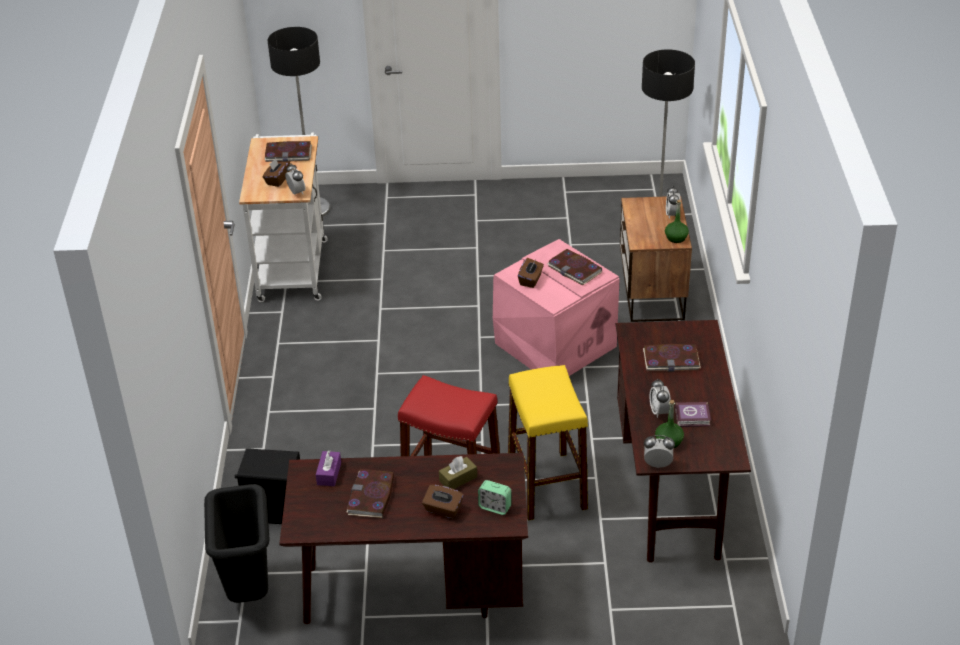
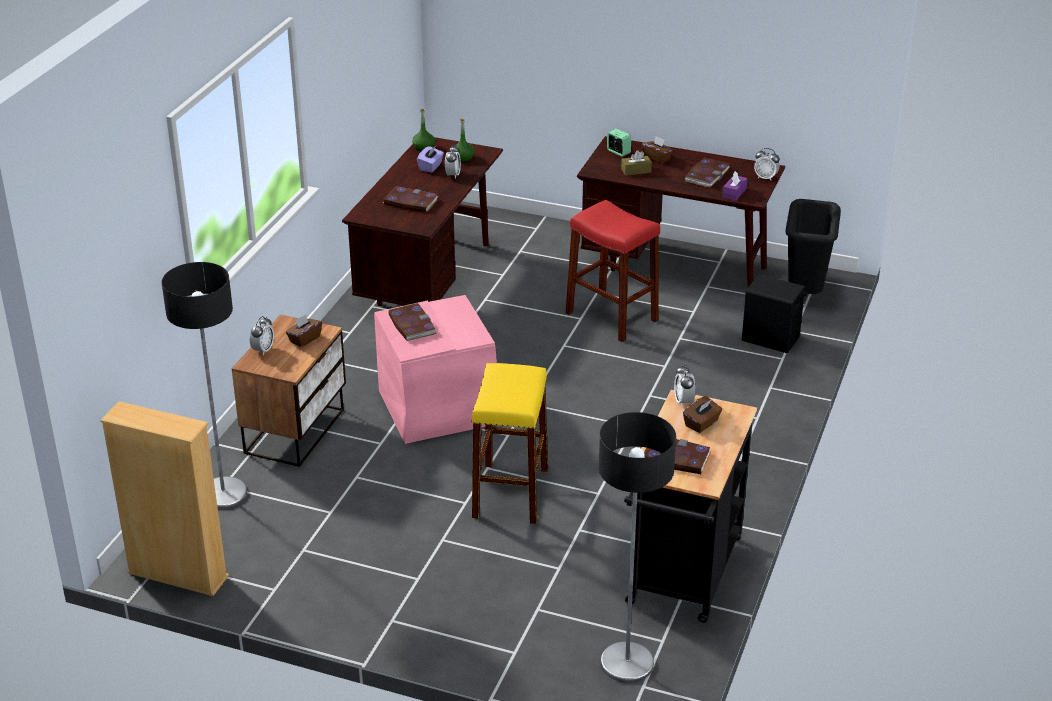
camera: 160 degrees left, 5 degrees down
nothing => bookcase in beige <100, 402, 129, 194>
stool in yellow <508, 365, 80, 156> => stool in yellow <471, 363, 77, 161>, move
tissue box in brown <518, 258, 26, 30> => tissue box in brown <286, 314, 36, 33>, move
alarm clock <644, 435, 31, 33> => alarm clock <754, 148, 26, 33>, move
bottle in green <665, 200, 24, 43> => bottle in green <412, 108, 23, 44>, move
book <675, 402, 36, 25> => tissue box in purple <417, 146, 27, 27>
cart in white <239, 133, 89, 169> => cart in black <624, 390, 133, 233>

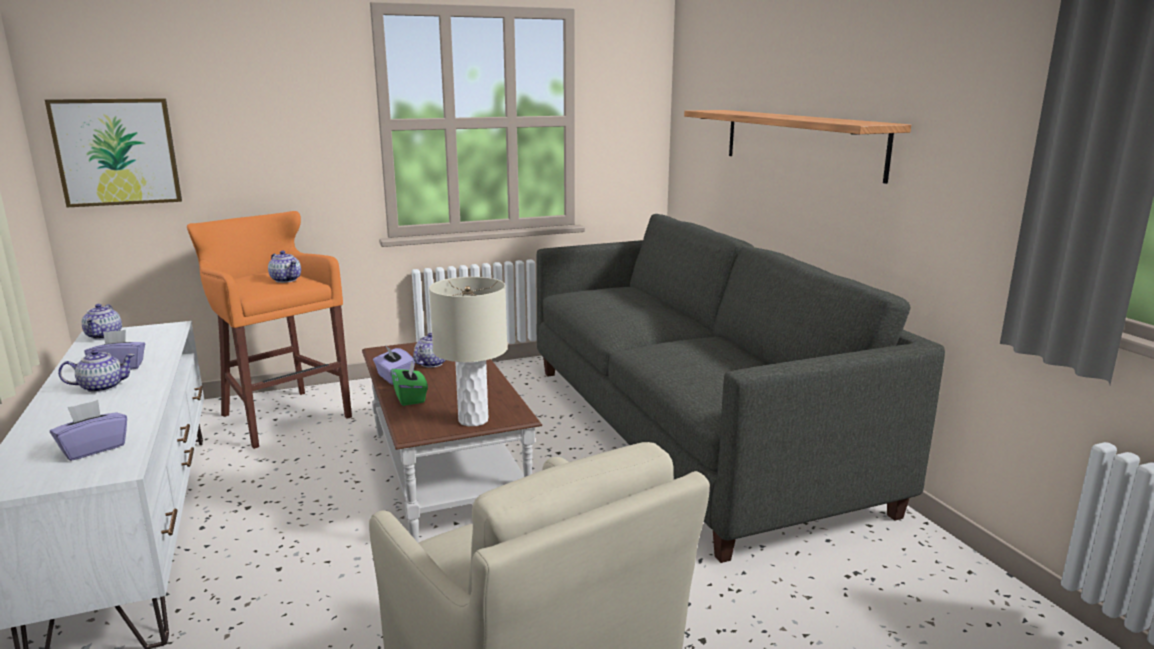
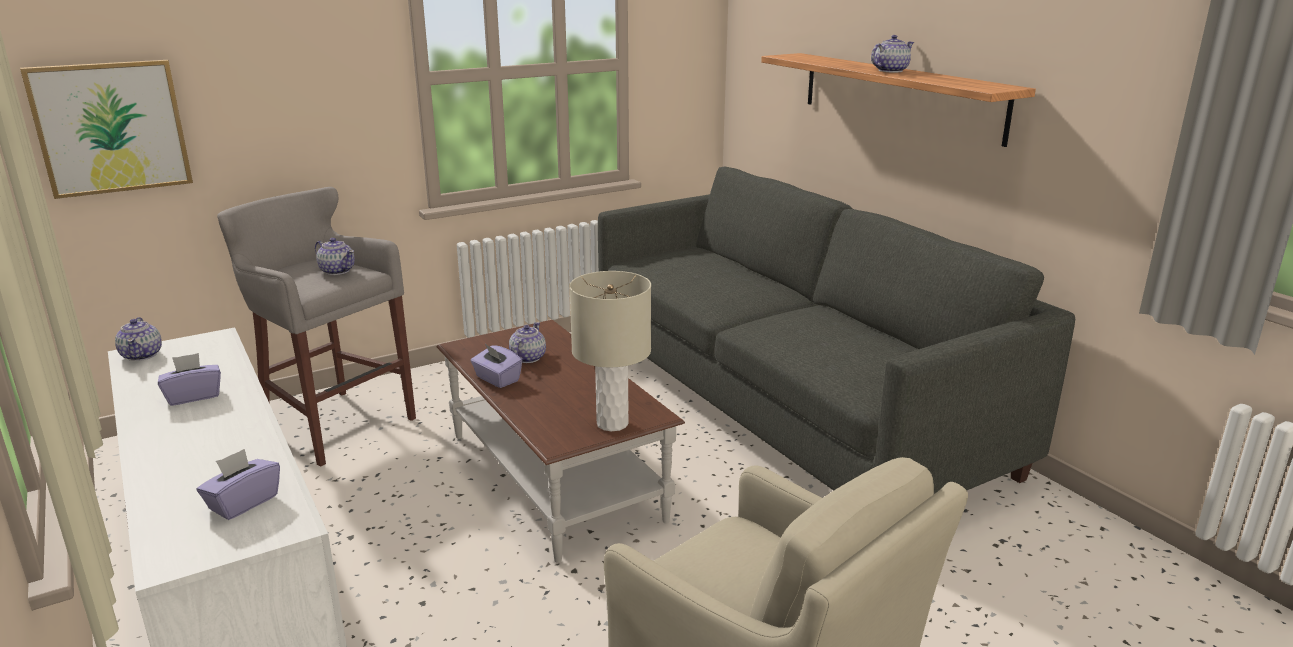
camera: 10 degrees left, 5 degrees up
tissue box in green <391, 362, 37, 44> => nothing
teapot <58, 350, 77, 43> => teapot <871, 35, 43, 38>, move
stool in orange <187, 211, 165, 238> => stool in grey <217, 187, 199, 280>

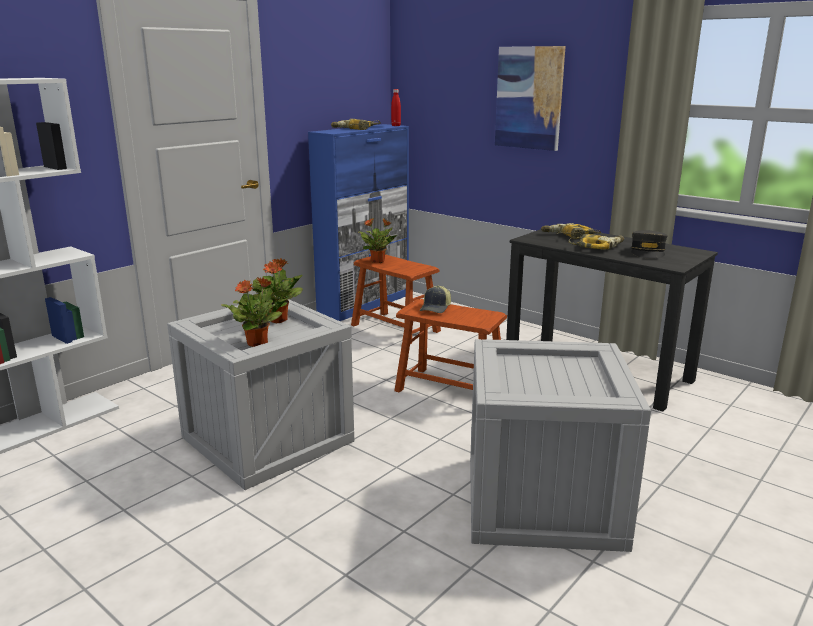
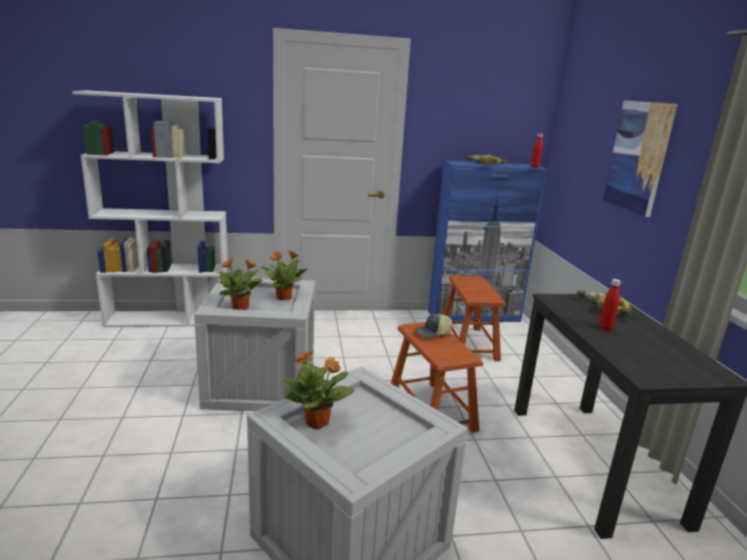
camera: 40 degrees right, 0 degrees up
cap in grey <631, 230, 36, 29> => nothing
potted plant <359, 218, 38, 45> => potted plant <281, 350, 73, 79>, move
power drill <568, 234, 56, 16> => bottle in red <599, 279, 22, 52>

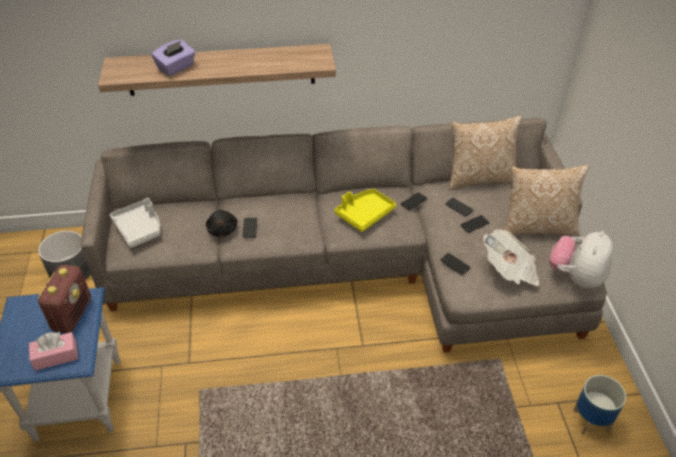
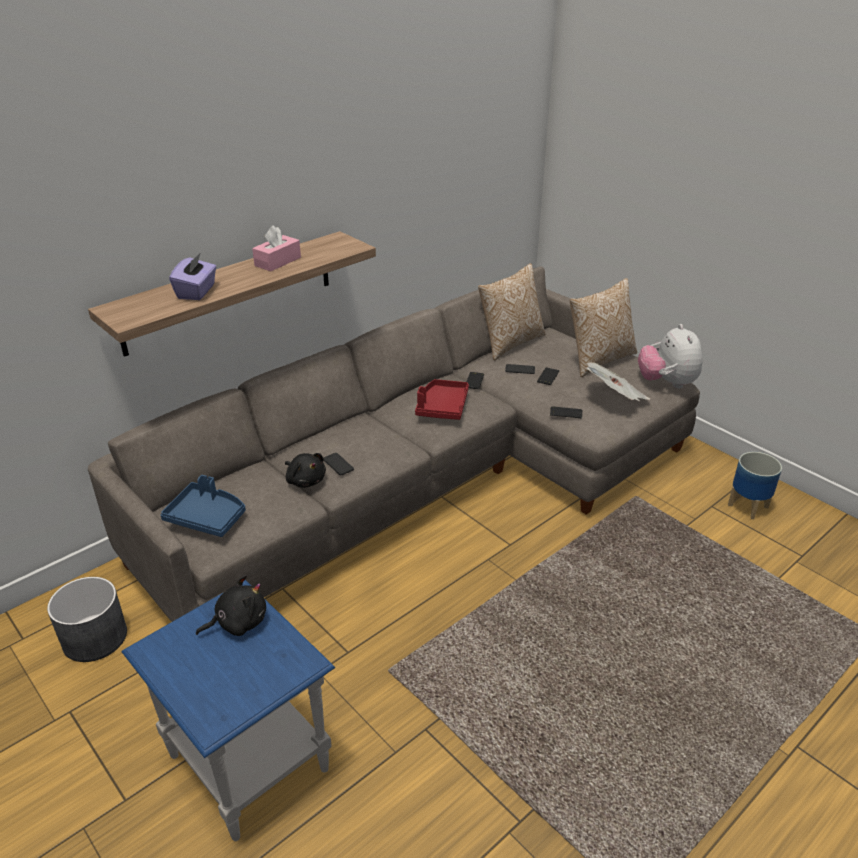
camera: 35 degrees left, 10 degrees down
tissue box in pink <29, 332, 49, 39> => tissue box in pink <252, 225, 49, 46>, move
radio <38, 265, 53, 68> => plush toy in black <196, 575, 70, 61>
tray in grey <110, 198, 51, 50> => tray in blue <161, 475, 85, 62>
tray in yellow <334, 189, 62, 43> => tray in red <415, 379, 54, 41>

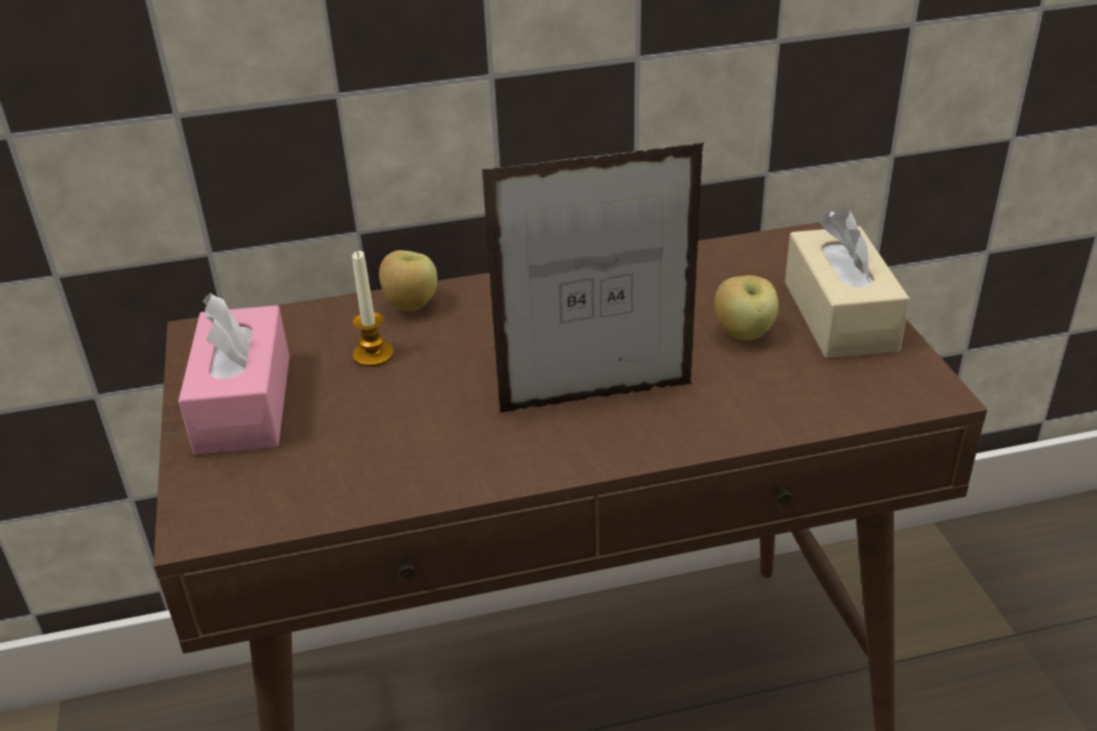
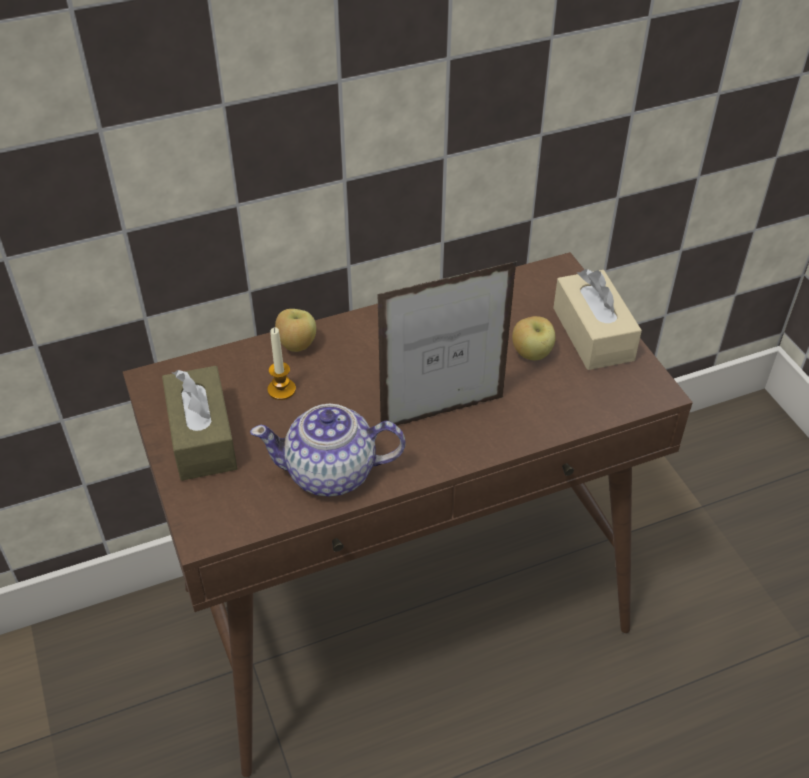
camera: 10 degrees left, 10 degrees up
nothing => teapot <250, 404, 155, 93>
tissue box in pink <178, 293, 112, 162> => tissue box in brown <162, 366, 76, 115>

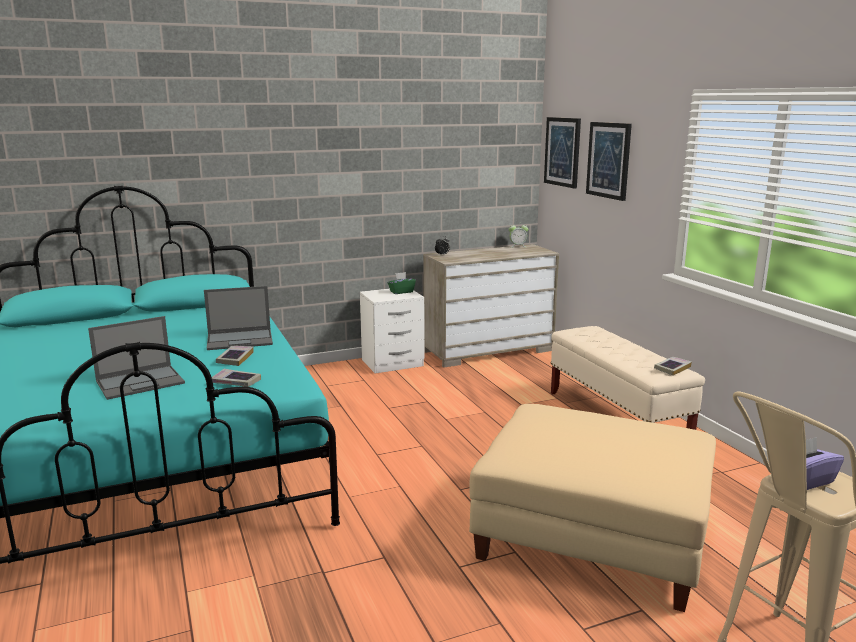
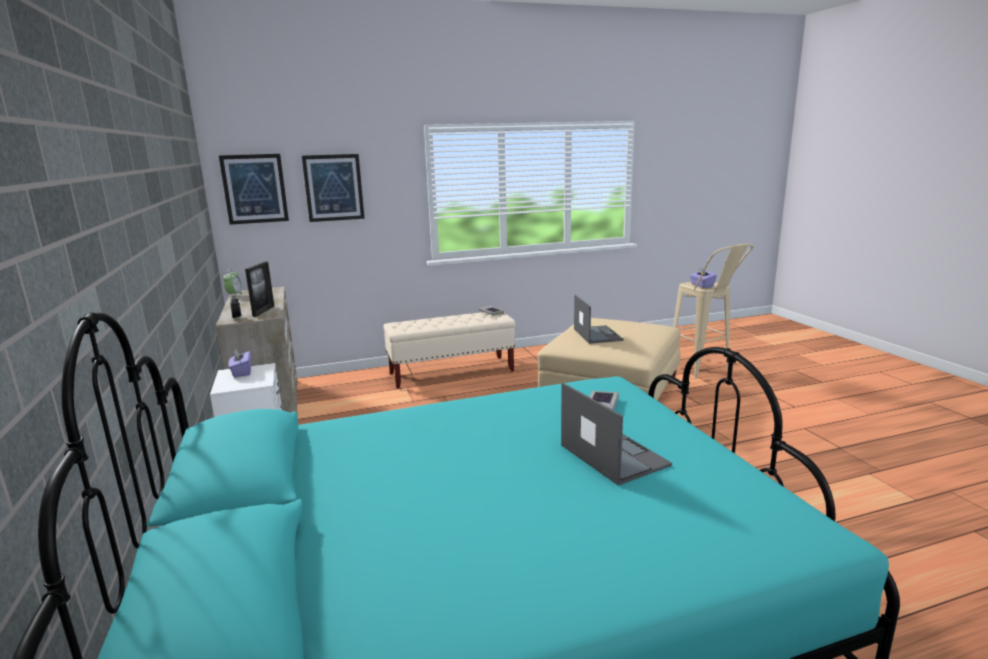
camera: 85 degrees left, 0 degrees up
book <216, 346, 38, 20> => nothing
nothing => picture frame <245, 261, 30, 56>
laptop <204, 286, 69, 64> => laptop <574, 295, 50, 49>, move
tissue box in green <388, 272, 28, 22> => tissue box in purple <229, 348, 22, 29>

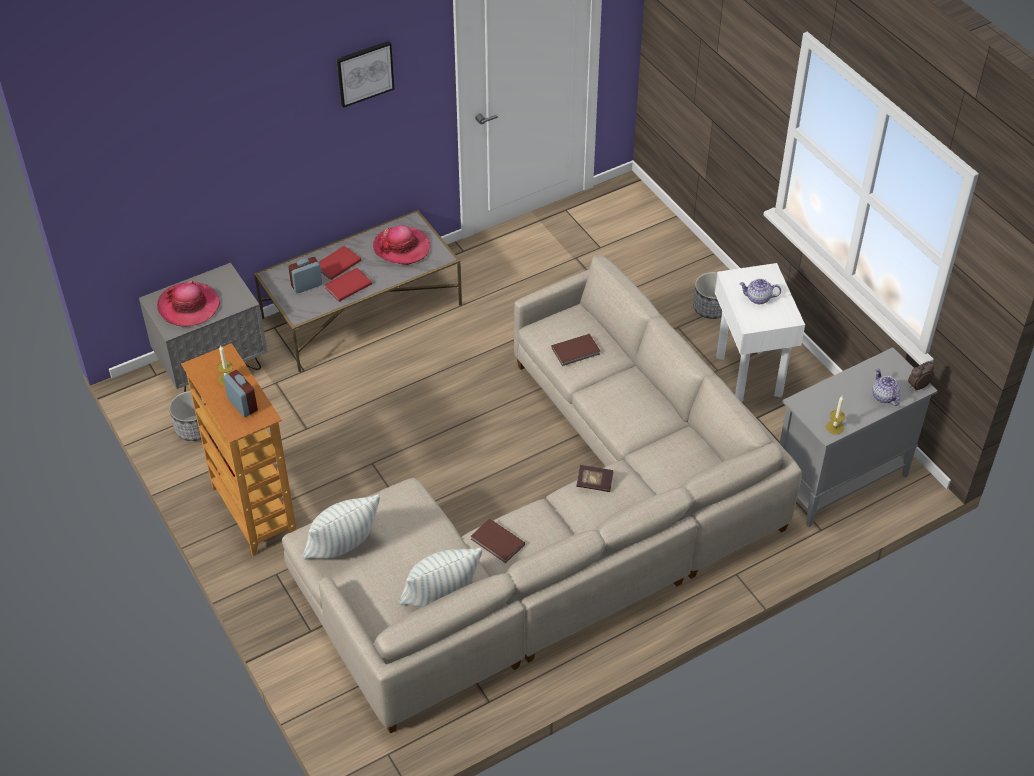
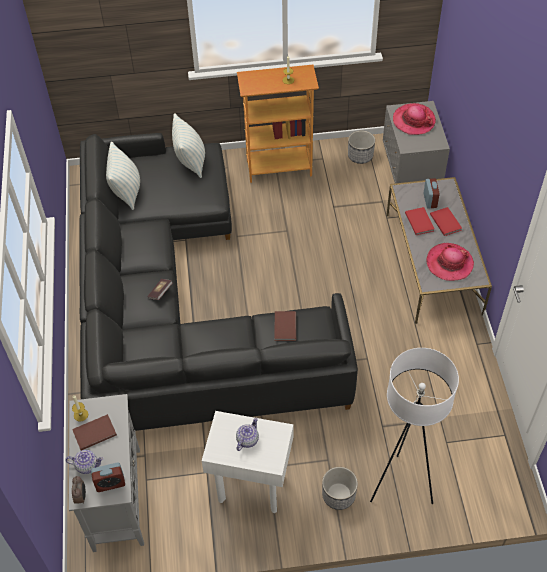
camera: 115 degrees right, 5 degrees up
picture <336, 41, 58, 67> => nothing
nothing => floor lamp in white <370, 348, 89, 156>
alarm clock <223, 370, 35, 47> => alarm clock <91, 462, 34, 30>, move
book in brown <471, 518, 54, 46> => book in brown <72, 414, 45, 37>, move
sofa in beige <282, 255, 520, 479> => sofa in black <79, 133, 279, 298>

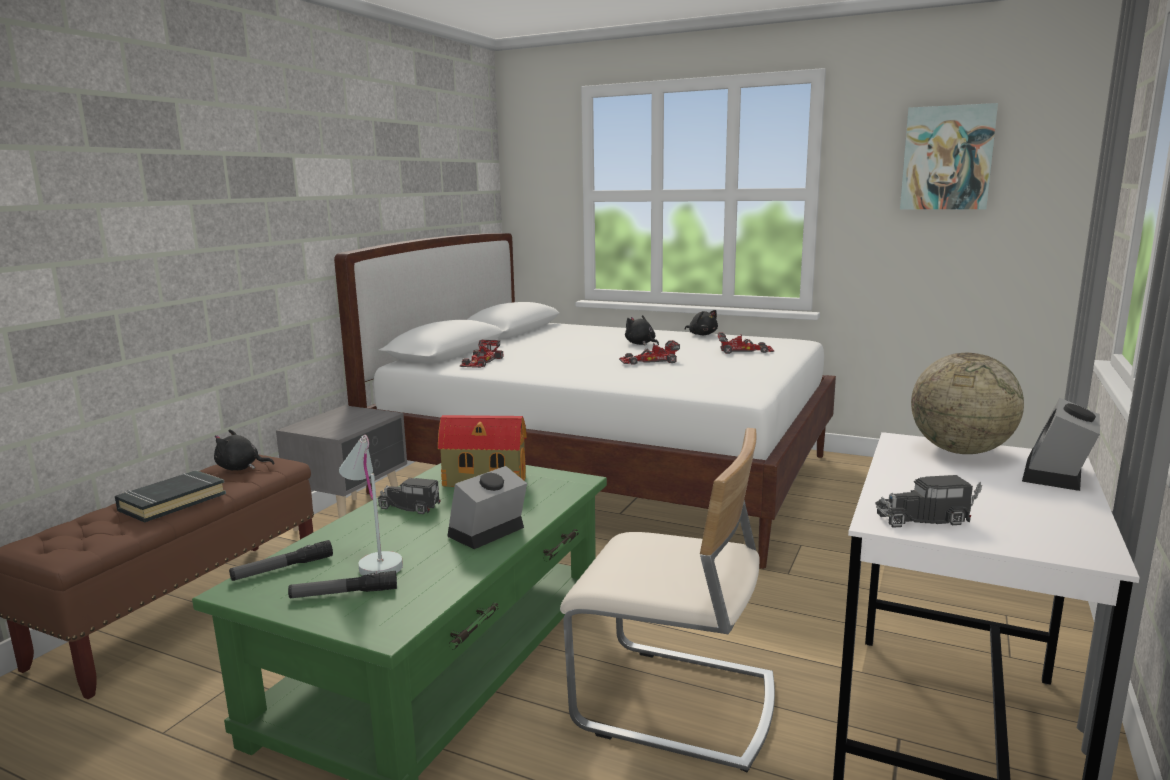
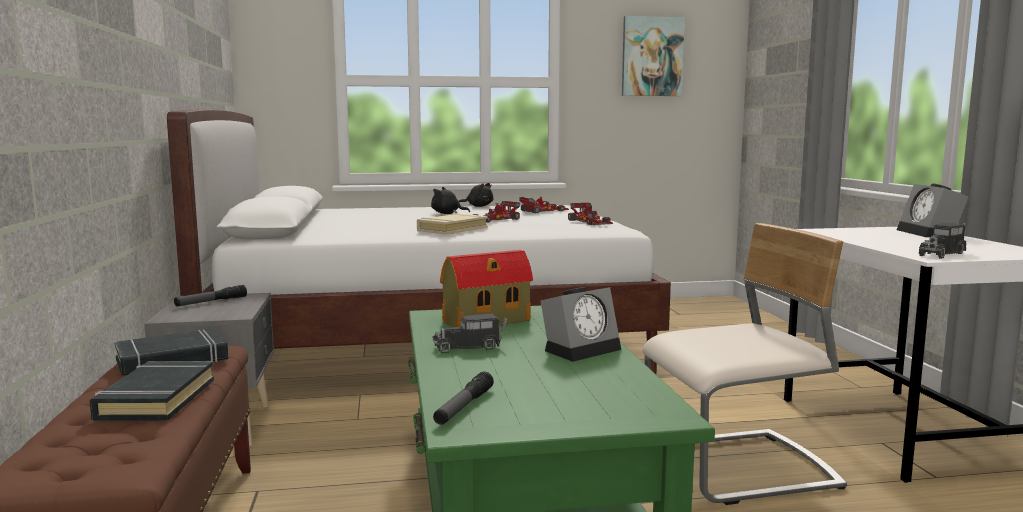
camera: 35 degrees left, 5 degrees down
table lamp in white <339, 435, 64, 141> => nothing
globe <911, 353, 113, 101> => nothing
nothing => book in beige <417, 214, 71, 21>
flashlight <288, 571, 109, 27> => flashlight <174, 285, 73, 22>, move
toy car <460, 340, 44, 28> => toy car <568, 203, 45, 22>, move
plush toy in black <214, 429, 61, 41> => book in black <114, 328, 115, 48>
alarm clock <447, 466, 80, 83> => alarm clock <541, 287, 80, 75>, 135 degrees counterclockwise

